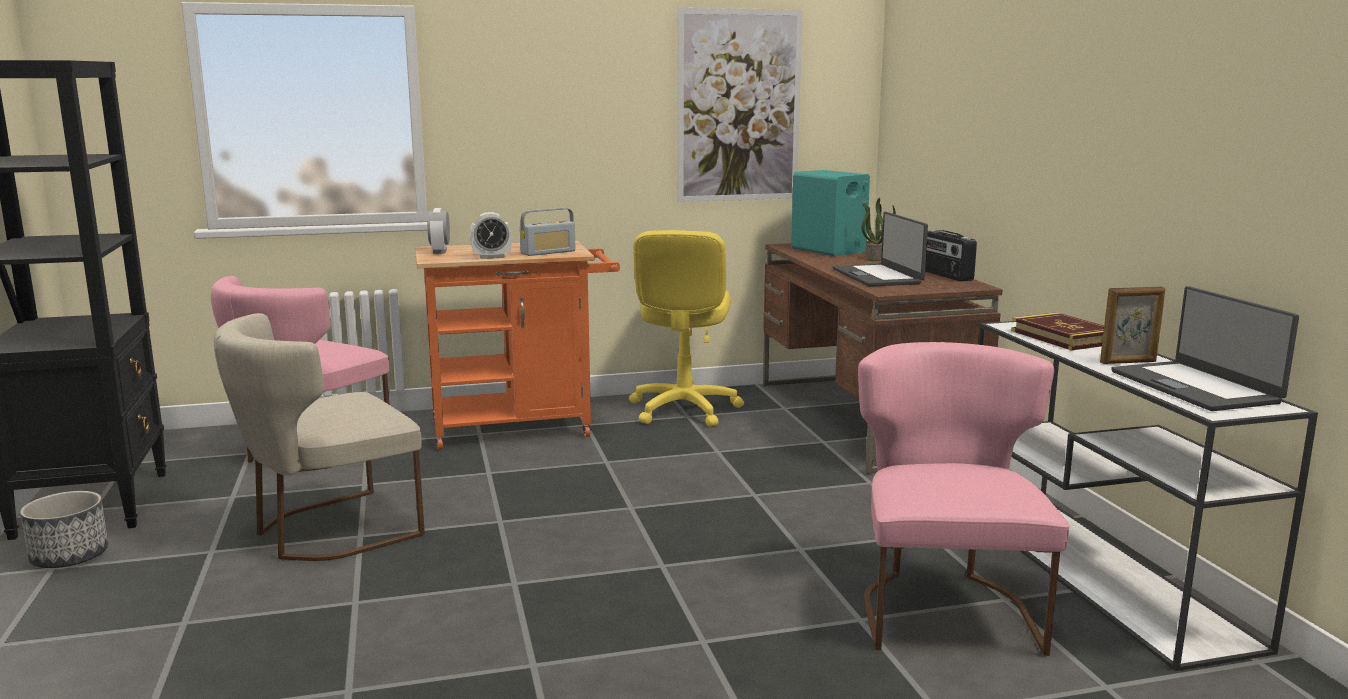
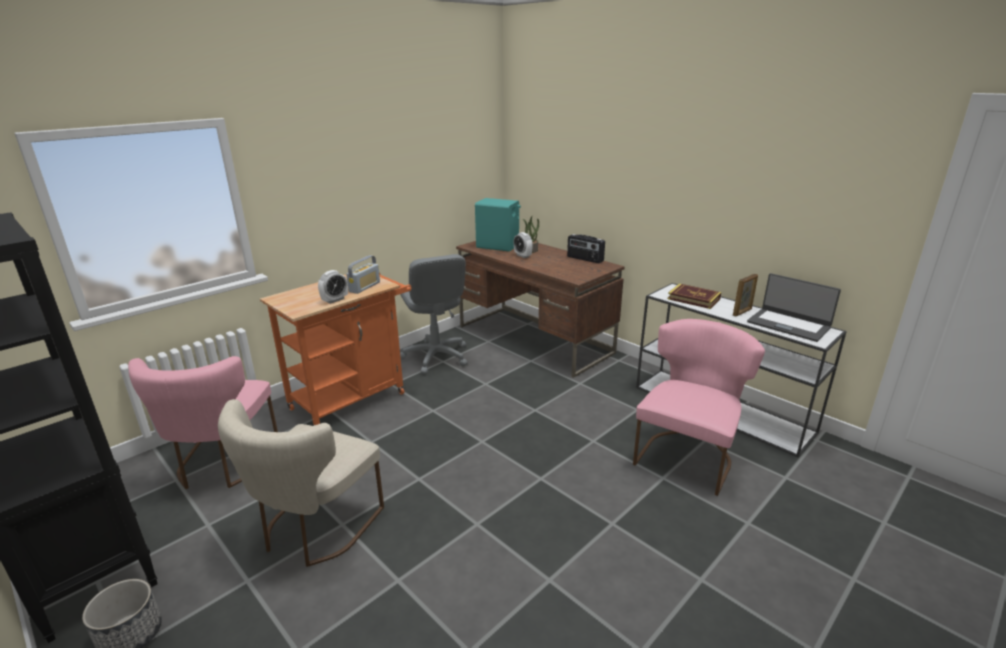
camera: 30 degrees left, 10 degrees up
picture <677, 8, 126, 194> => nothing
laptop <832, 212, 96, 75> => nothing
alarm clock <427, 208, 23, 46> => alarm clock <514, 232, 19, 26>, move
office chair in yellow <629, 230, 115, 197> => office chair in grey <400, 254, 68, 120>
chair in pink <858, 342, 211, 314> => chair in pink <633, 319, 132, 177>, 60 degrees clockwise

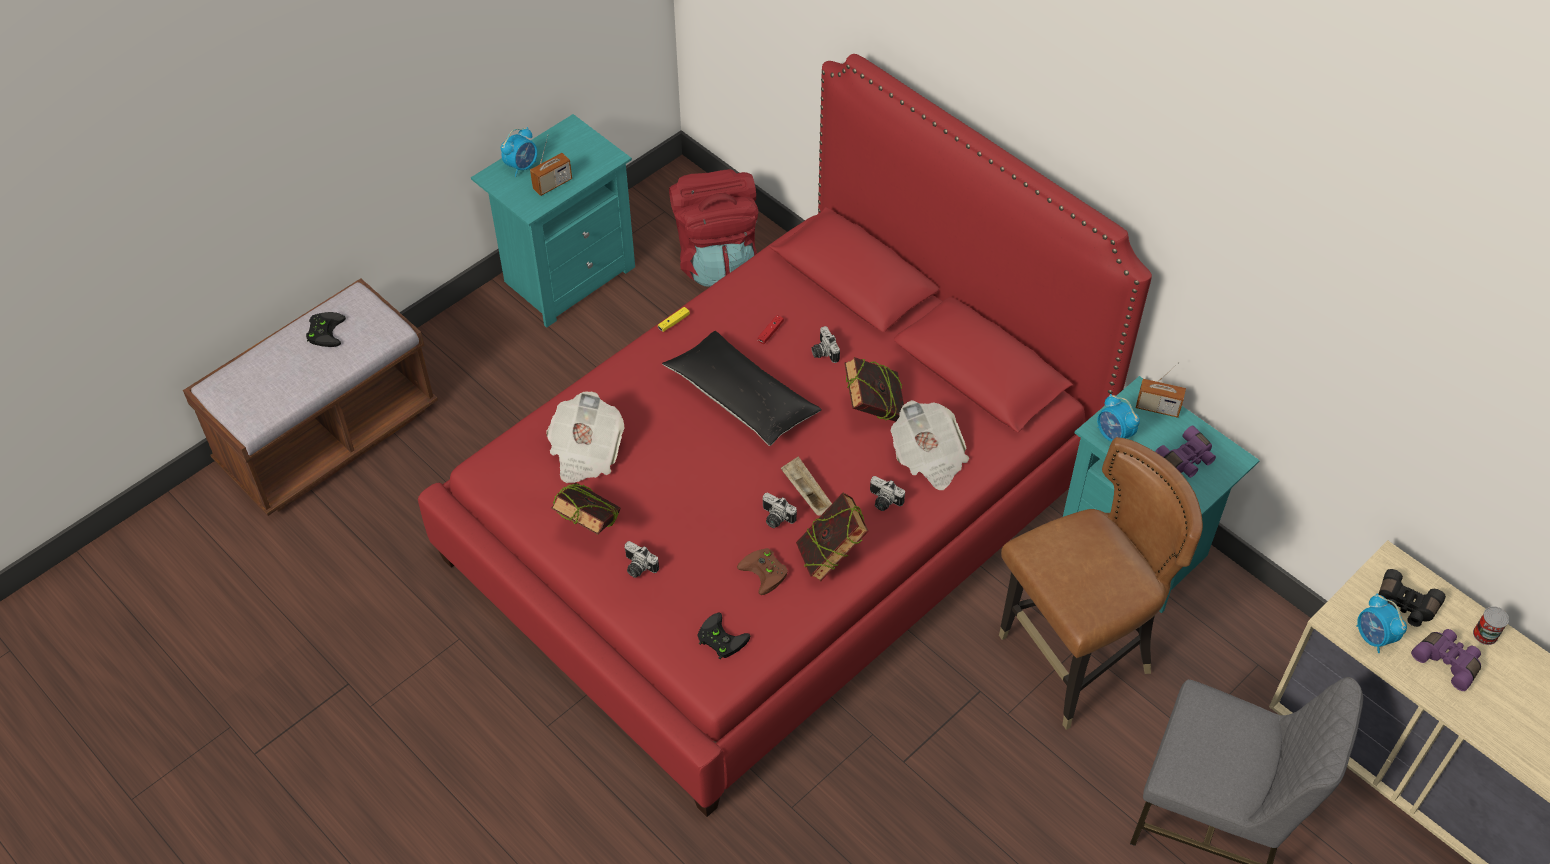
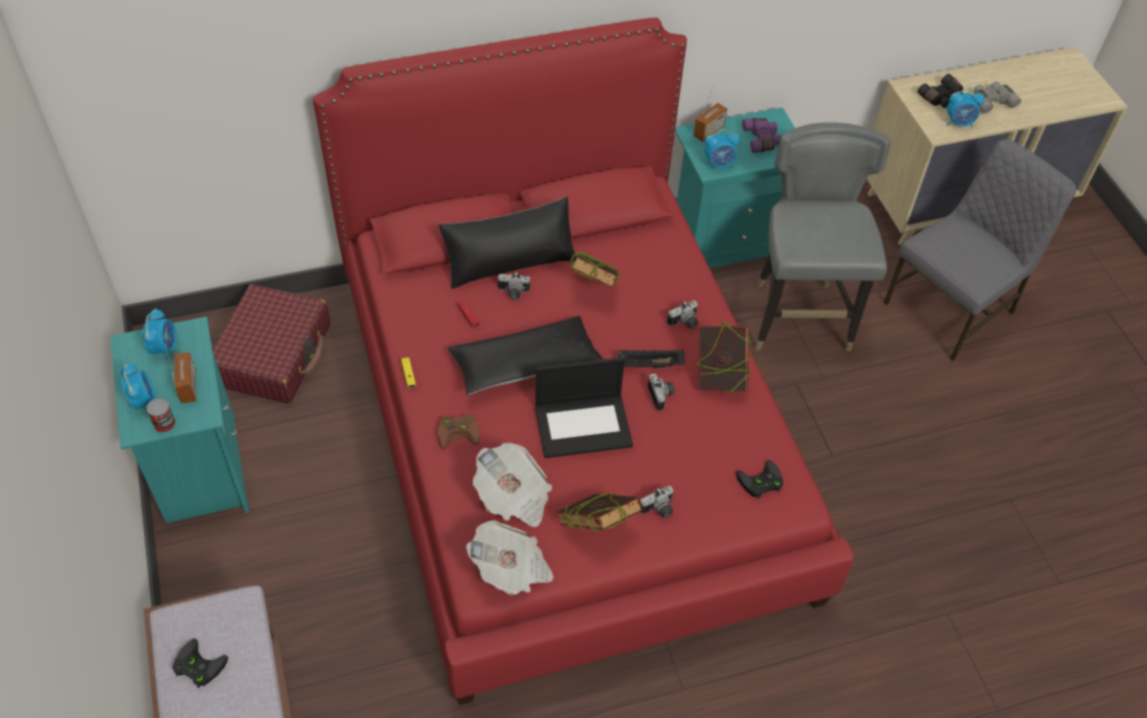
camera: 65 degrees left, 0 degrees up
nothing => alarm clock <143, 308, 34, 52>
nothing => pillow in black <439, 197, 138, 92>
nothing => laptop <535, 357, 98, 101>
game controller in brown <737, 548, 51, 47> => game controller in brown <438, 414, 42, 35>, move
newspaper <891, 400, 78, 90> => newspaper <466, 520, 88, 76>, move
can <1473, 606, 36, 39> => can <147, 398, 29, 35>, move
backpack in red <669, 169, 89, 118> => suitcase in red <213, 284, 117, 120>
tray in beige <781, 456, 51, 60> => tray in black <618, 350, 67, 19>
chair in brown <999, 437, 204, 293> => chair in grey <755, 122, 136, 229>
binoculars in purple <1411, 629, 70, 62> => binoculars in grey <974, 81, 47, 33>
photo camera <763, 492, 34, 36> => photo camera <648, 374, 27, 37>, 75 degrees counterclockwise

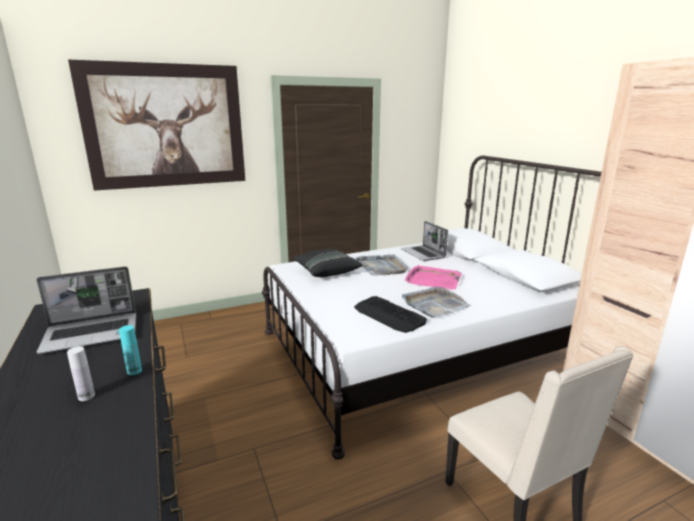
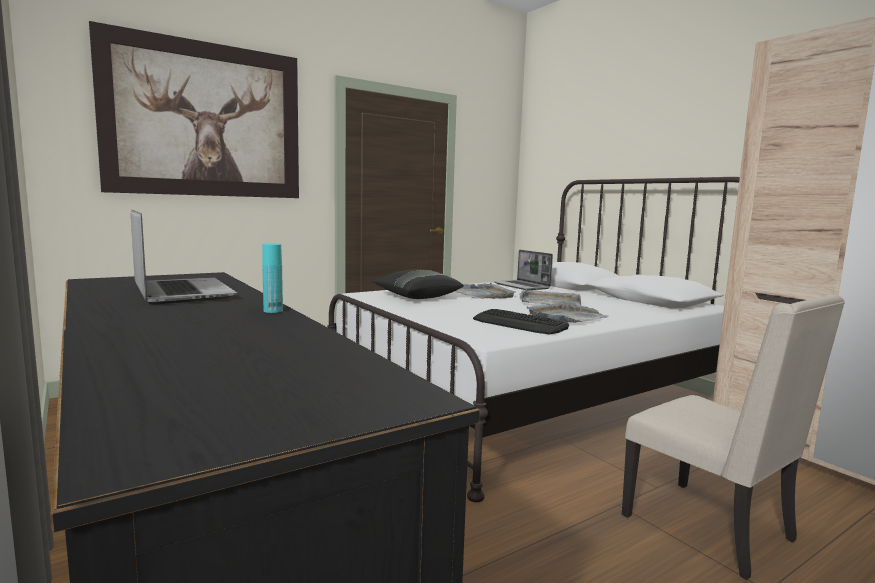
camera: 10 degrees left, 10 degrees down
bottle in white <67, 346, 28, 55> => nothing
tray in pink <405, 265, 56, 24> => tray in grey <519, 289, 62, 17>
laptop <37, 266, 100, 88> => laptop <131, 210, 106, 95>, 90 degrees counterclockwise

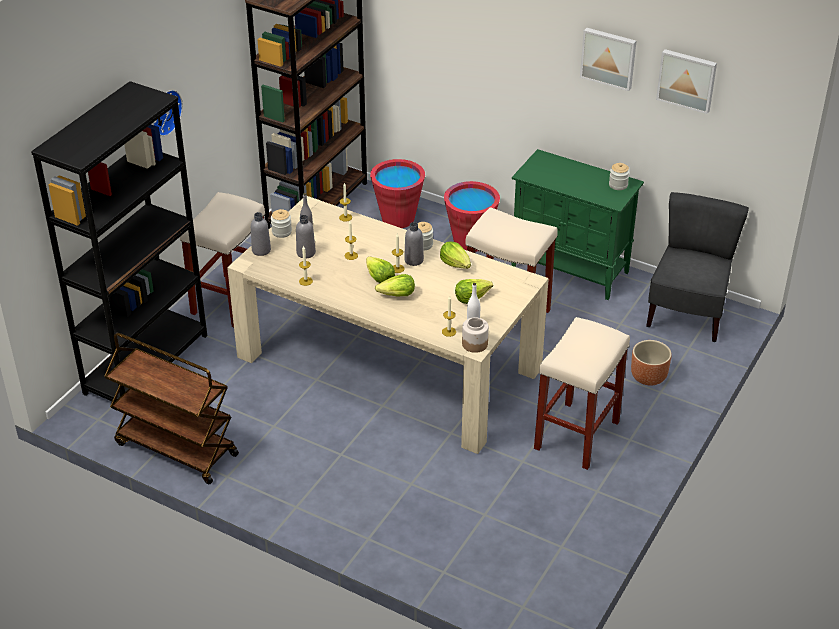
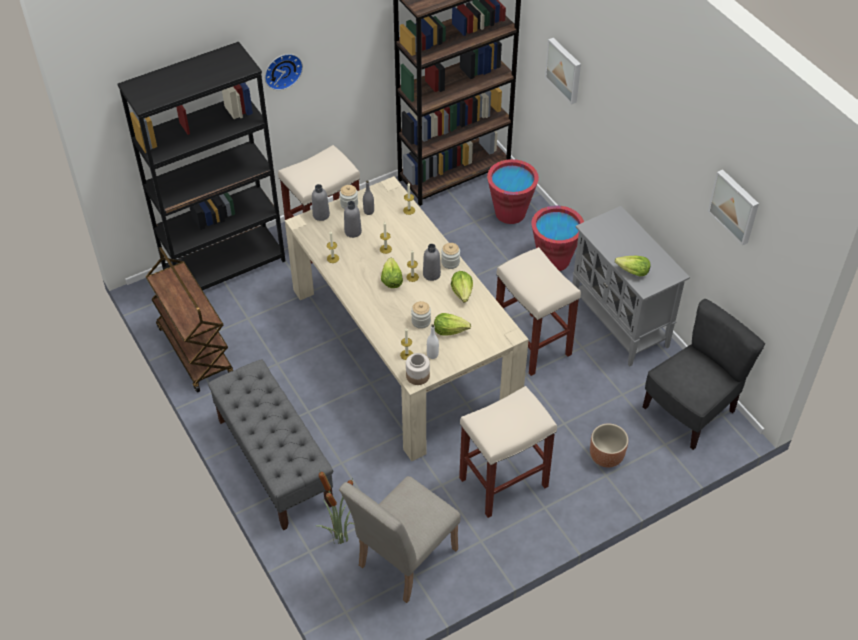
camera: 30 degrees right, 10 degrees up
nothing => bench in grey <208, 359, 125, 171>
nothing => potted plant <316, 470, 38, 74>
nothing => chair in beige <339, 476, 121, 127>
lettuce <375, 274, 40, 22> => lettuce <615, 256, 36, 21>, move
picture <580, 27, 57, 64> => picture <545, 38, 36, 66>, move
jar <609, 163, 21, 27> => jar <411, 301, 20, 28>, move
cabinet in green <511, 149, 133, 151> => cabinet in grey <572, 206, 118, 161>

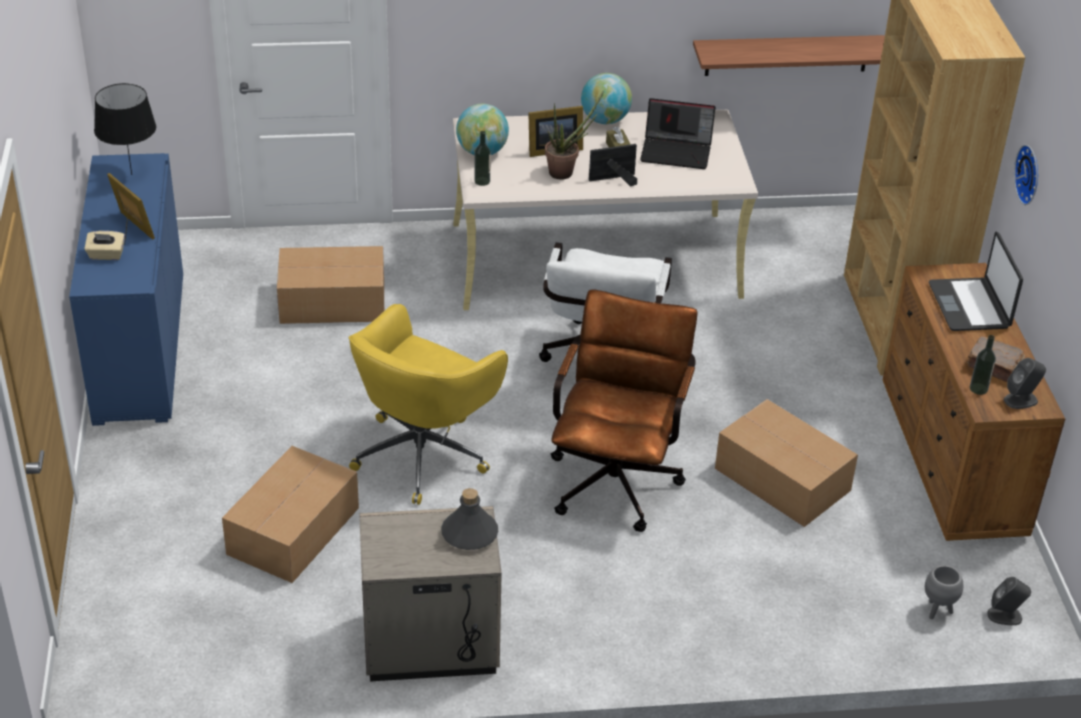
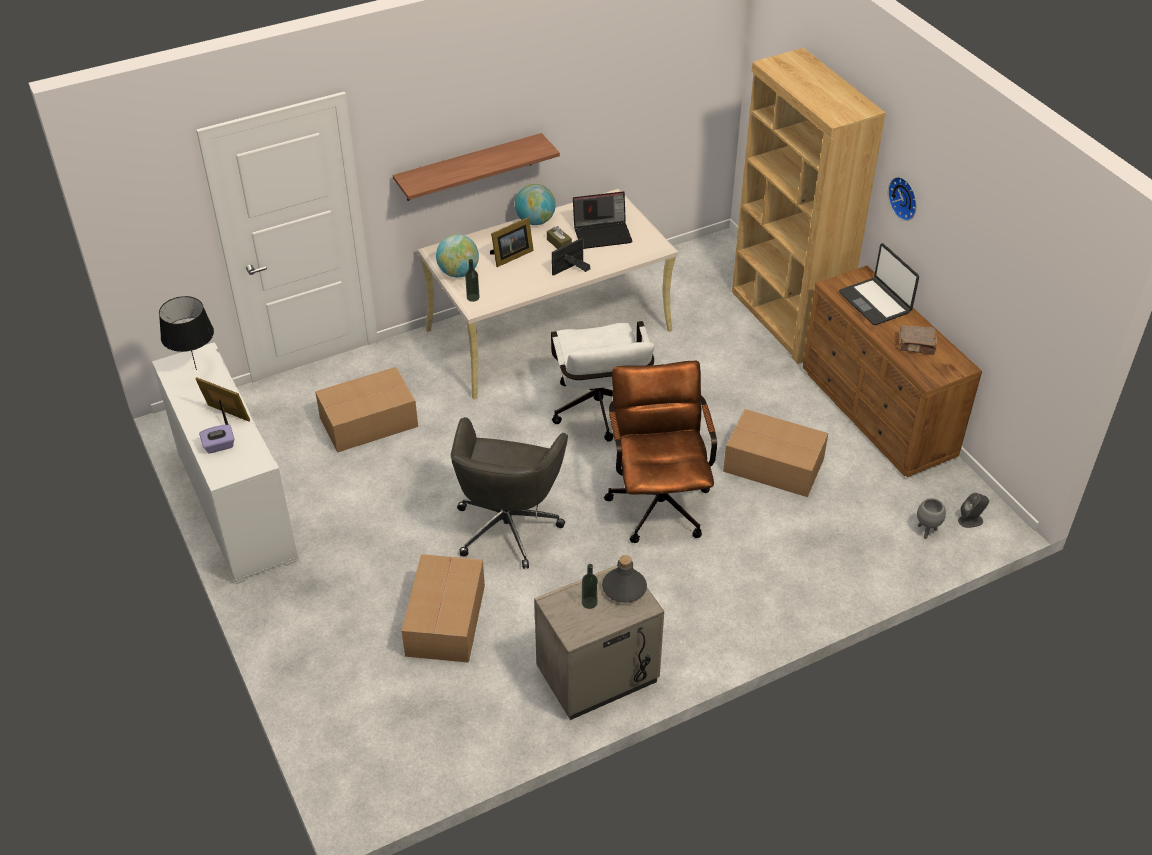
camera: 20 degrees left, 5 degrees up
potted plant <545, 90, 59, 90> => nothing
speaker in grey <1004, 358, 42, 51> => nothing
shelf <693, 35, 192, 41> => shelf <393, 133, 167, 68>, move
bottle <970, 335, 26, 60> => bottle <582, 564, 16, 45>, move
cabinet in blue <69, 153, 114, 273> => cabinet in white <152, 342, 146, 242>
tissue box in beige <84, 231, 41, 29> => tissue box in purple <199, 425, 36, 28>
office chair in yellow <349, 304, 159, 201> => office chair in grey <451, 417, 117, 152>

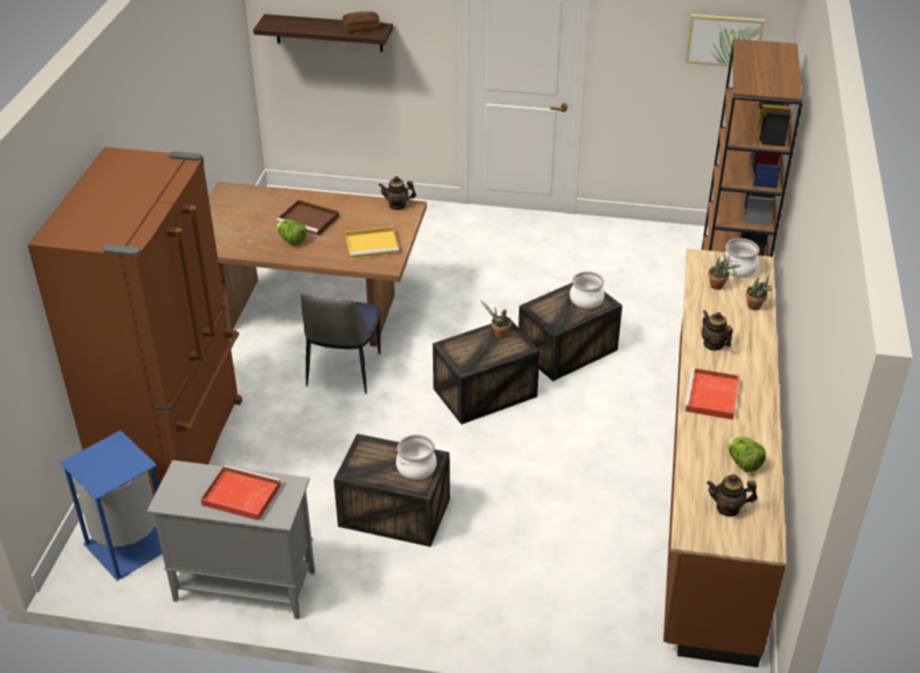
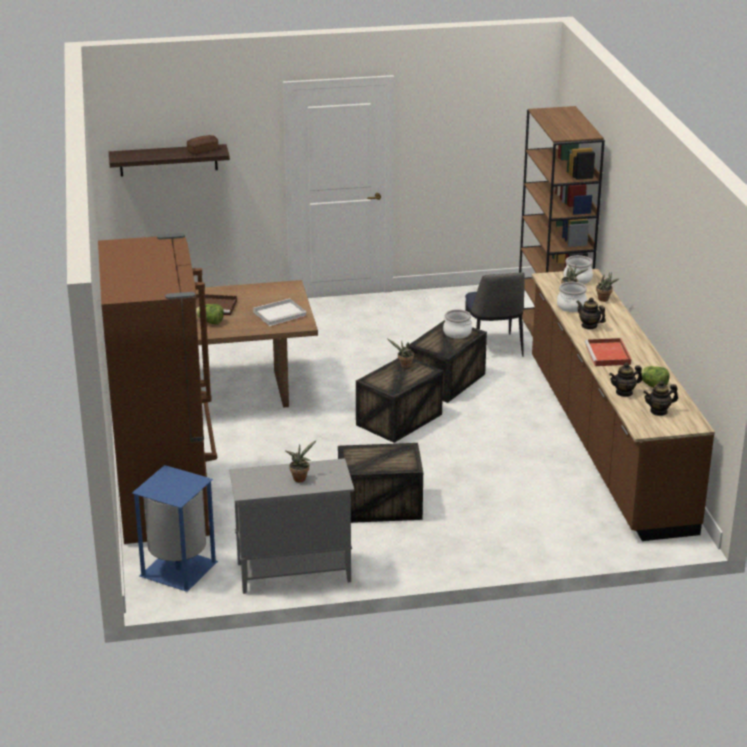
camera: 20 degrees left, 10 degrees down
picture <685, 14, 80, 53> => nothing
chair <301, 294, 80, 100> => chair <465, 272, 60, 85>, move
teapot <378, 176, 38, 34> => teapot <609, 363, 34, 34>, move
cooking pot <396, 434, 41, 46> => cooking pot <557, 282, 30, 30>, move
tray in red <201, 465, 80, 56> => potted plant <286, 440, 31, 42>
tray in yellow <345, 226, 54, 33> => tray in white <253, 298, 54, 28>

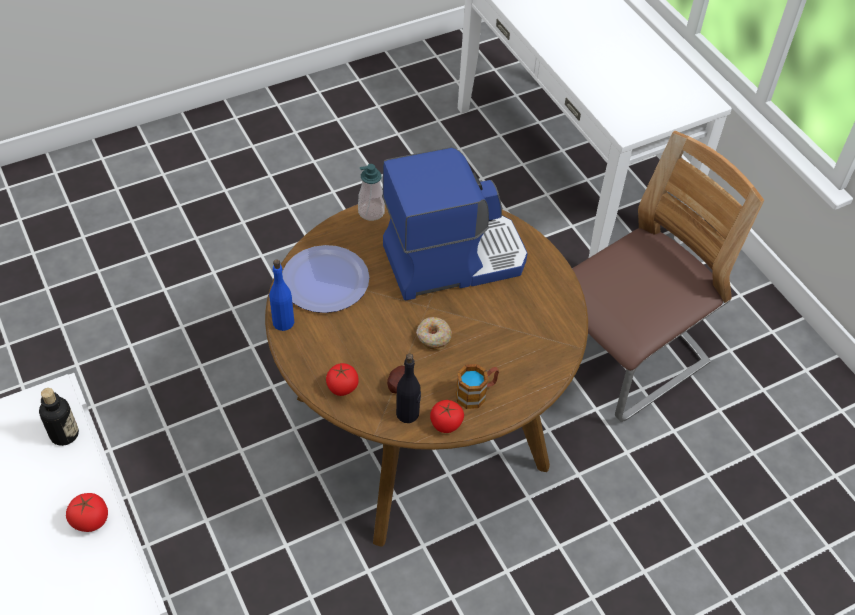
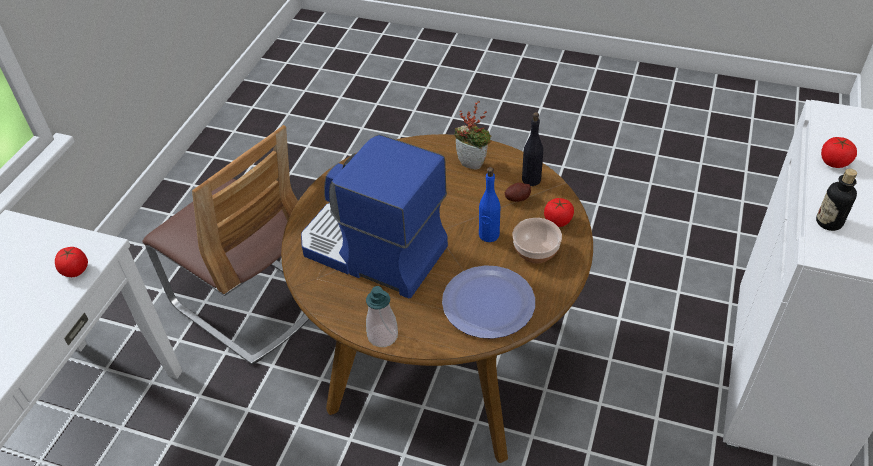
camera: 130 degrees left, 5 degrees down
donut <416, 317, 36, 33> => nothing
nothing => bowl <512, 218, 50, 46>
bottle in blue <269, 259, 25, 72> => bottle in blue <479, 167, 21, 75>, move
tomato <430, 400, 34, 33> => tomato <55, 247, 33, 30>, move
mug <456, 364, 43, 45> => potted plant <454, 101, 38, 69>
chair <572, 131, 192, 291> => chair <142, 125, 167, 240>, 150 degrees counterclockwise

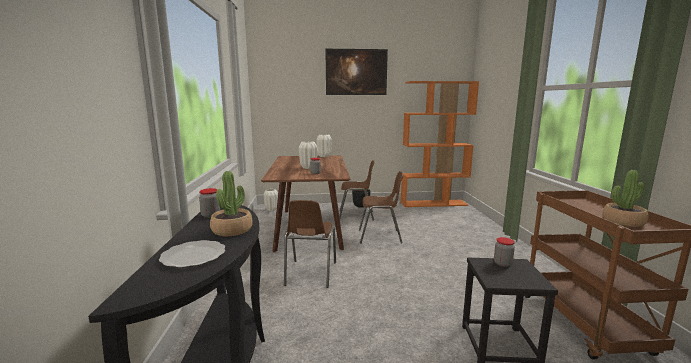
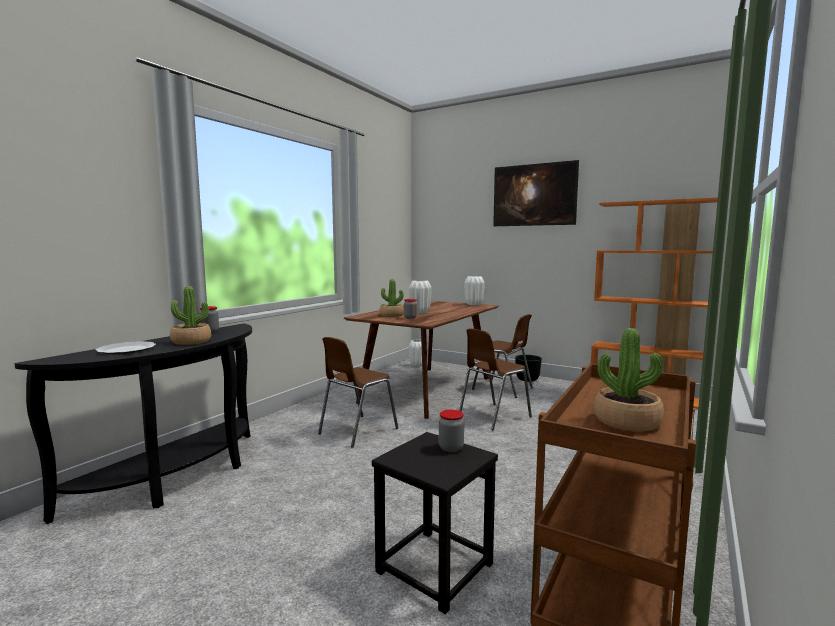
camera: 35 degrees right, 5 degrees down
nothing => potted plant <380, 279, 24, 38>
chair in brown <359, 171, 44, 73> => chair in brown <459, 329, 73, 101>, 105 degrees clockwise

